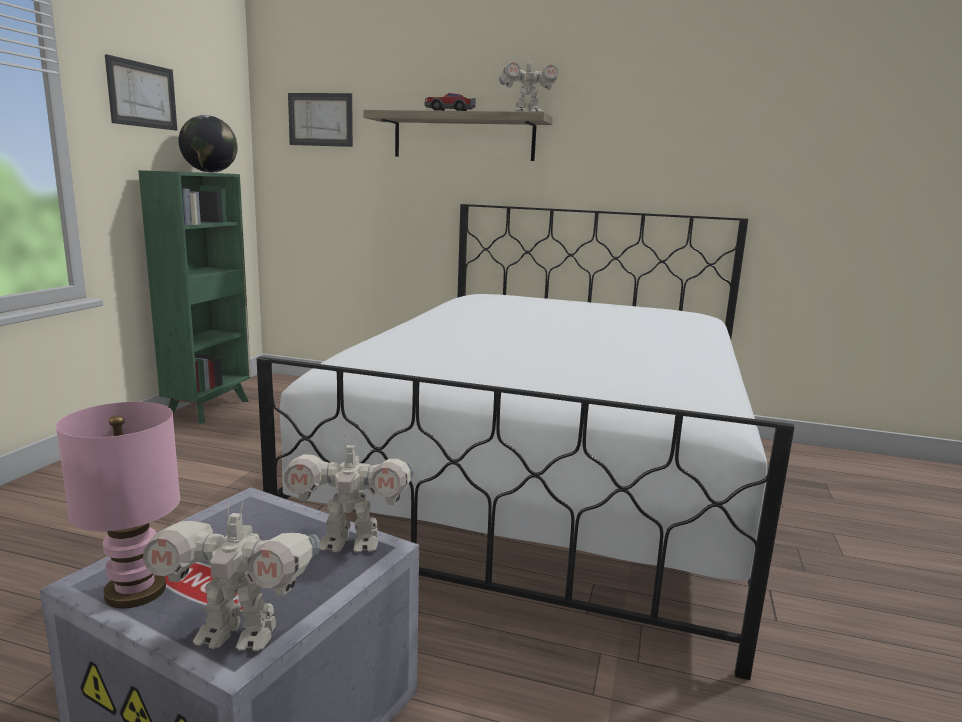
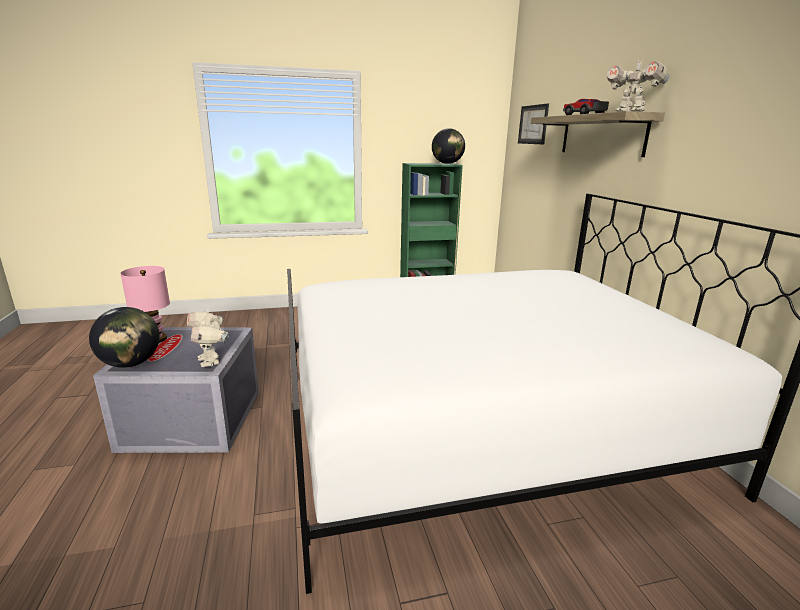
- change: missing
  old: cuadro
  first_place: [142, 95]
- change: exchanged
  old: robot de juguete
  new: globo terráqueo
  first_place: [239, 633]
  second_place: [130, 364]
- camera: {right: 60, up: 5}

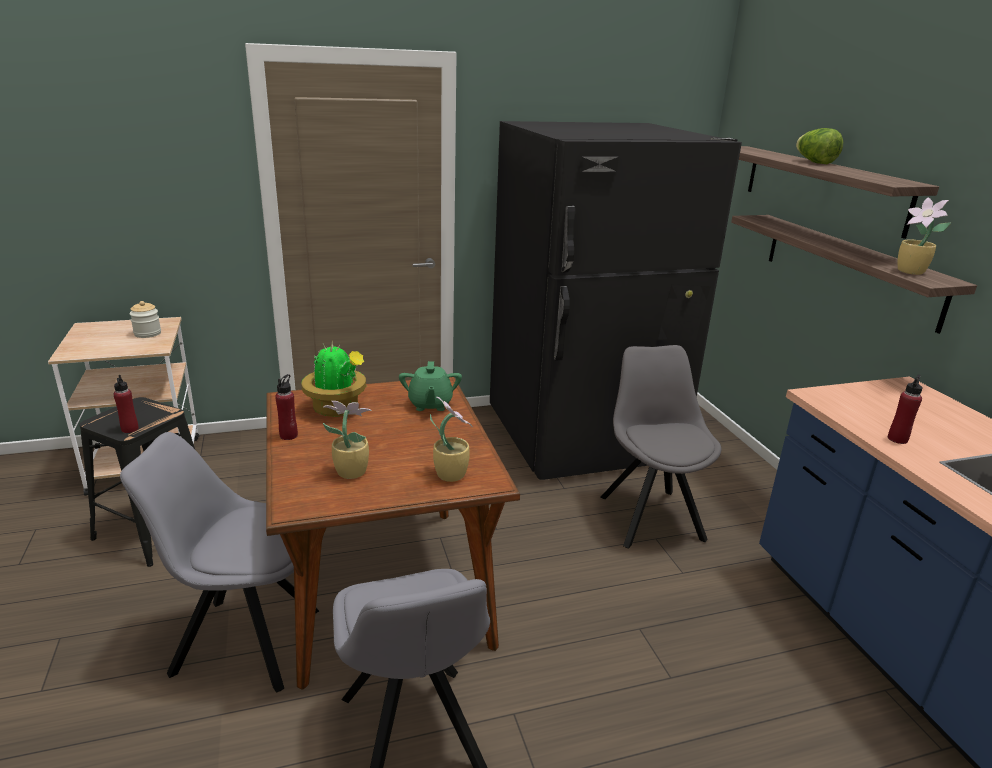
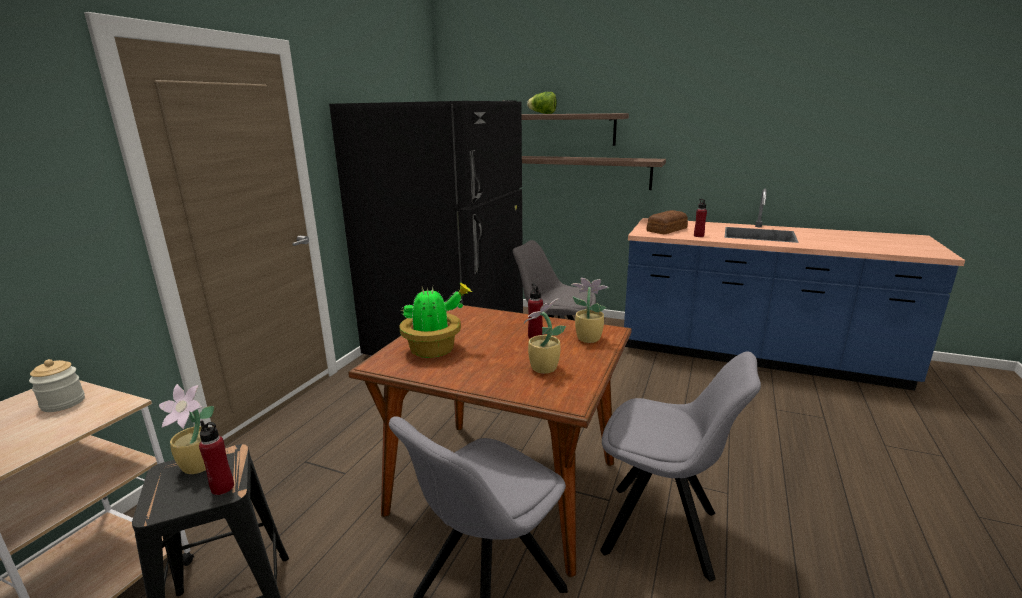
- change: relocated
  old: planta en maceta
  first_place: [911, 272]
  second_place: [200, 466]
- change: missing
  old: tetera/verde
  first_place: [430, 404]
- change: relocated
  old: botella/rojo
  first_place: [288, 435]
  second_place: [535, 336]
- change: appeared
  new: pan
  second_place: [665, 230]
- camera: {right: -50, up: -5}

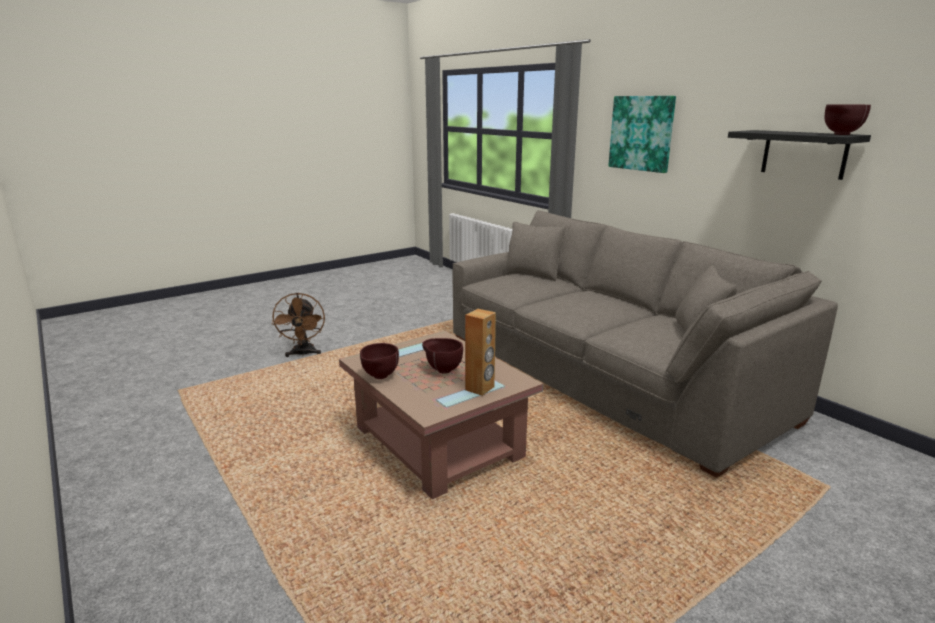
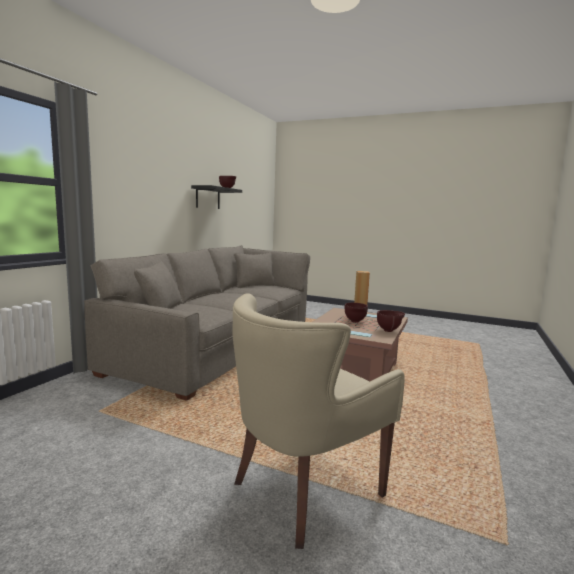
- change: missing
  old: cuadro
  first_place: [641, 133]
- change: exchanged
  old: ventilador/marrón
  new: sillón/beis
  first_place: [303, 354]
  second_place: [304, 489]
- camera: {right: -120, up: -10}

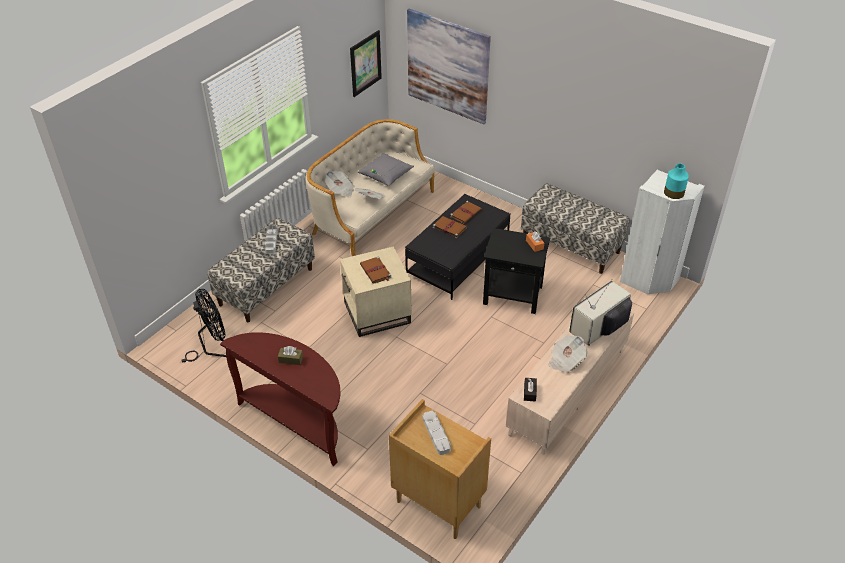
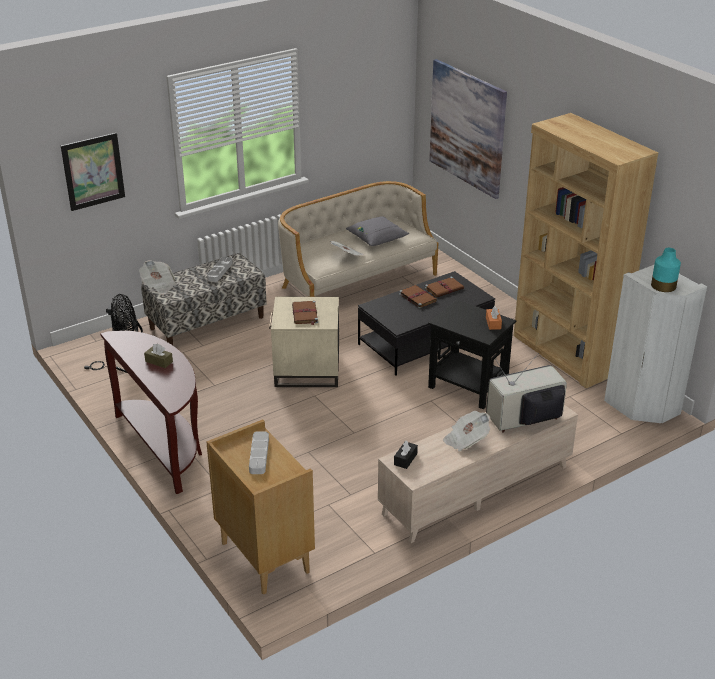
- change: relocated
  old: cuadro
  first_place: [365, 63]
  second_place: [93, 171]
- change: relocated
  old: periódico
  first_place: [340, 190]
  second_place: [158, 285]
- change: exchanged
  old: banco
  new: estantería/marrón
  first_place: [571, 245]
  second_place: [566, 354]
- camera: {right: 20, up: -10}

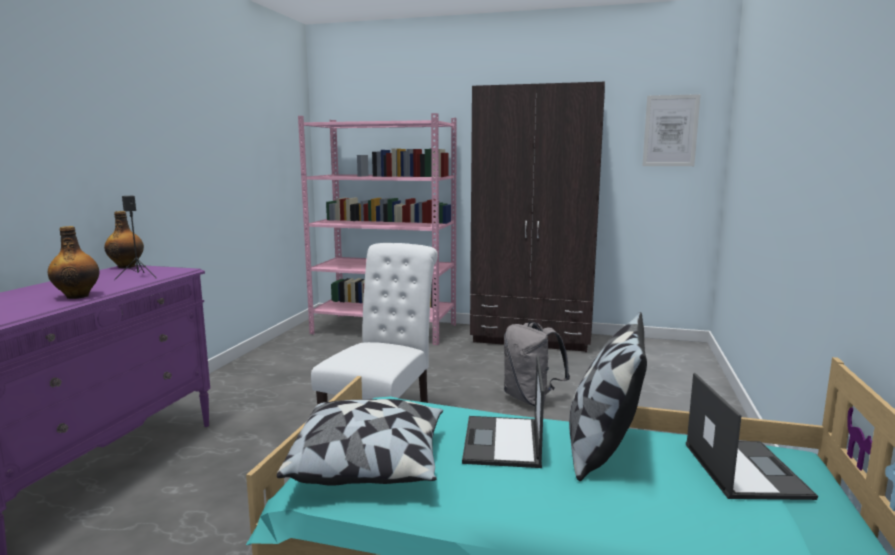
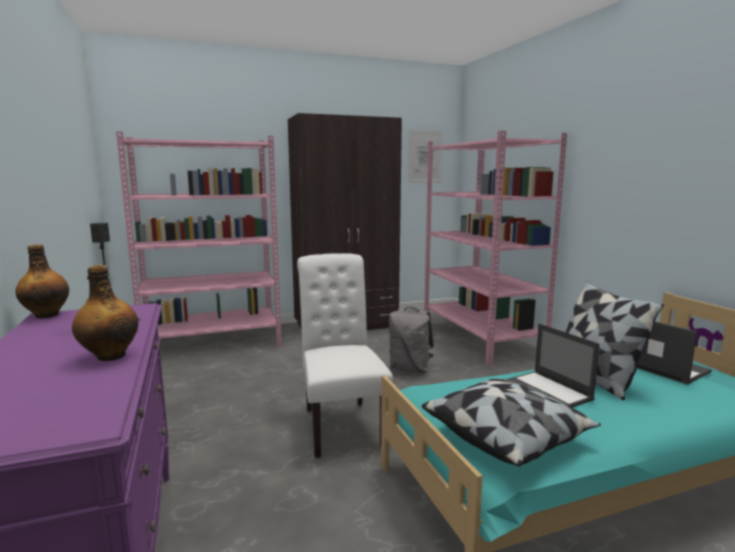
- change: appeared
  new: estantería/rosa
  second_place: [480, 338]
- camera: {right: -35, up: 0}

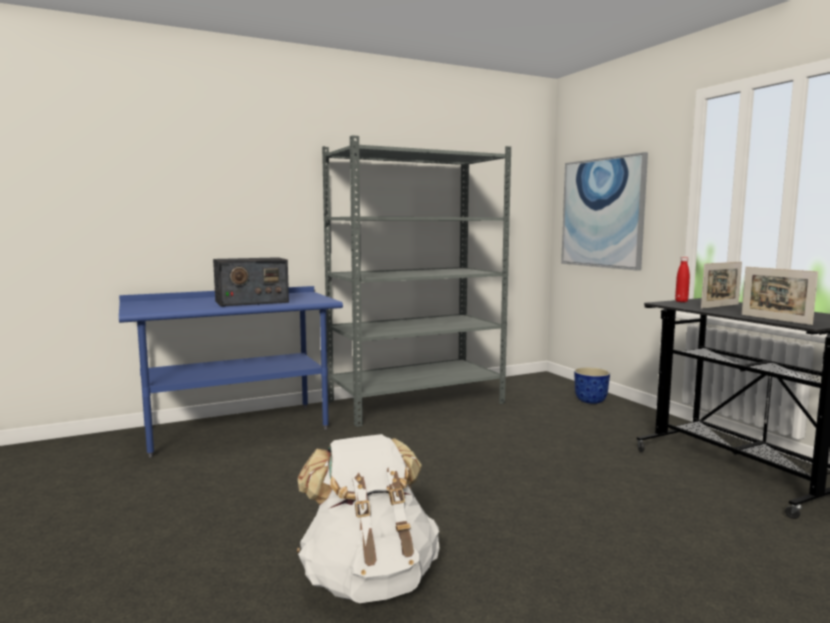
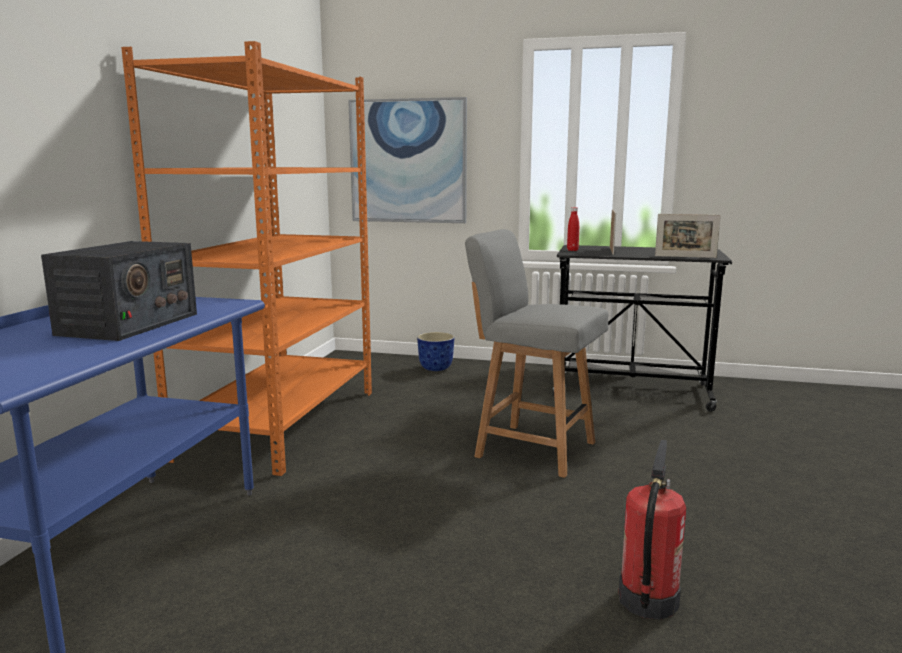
- change: colour
  old: estantería/gris
  new: estantería/naranja
  first_place: [416, 402]
  second_place: [282, 423]
- change: exchanged
  old: mochila/blanco
  new: extintor
  first_place: [369, 579]
  second_place: [647, 601]
- change: appeared
  new: silla/gris
  second_place: [533, 448]
- camera: {right: -50, up: 5}

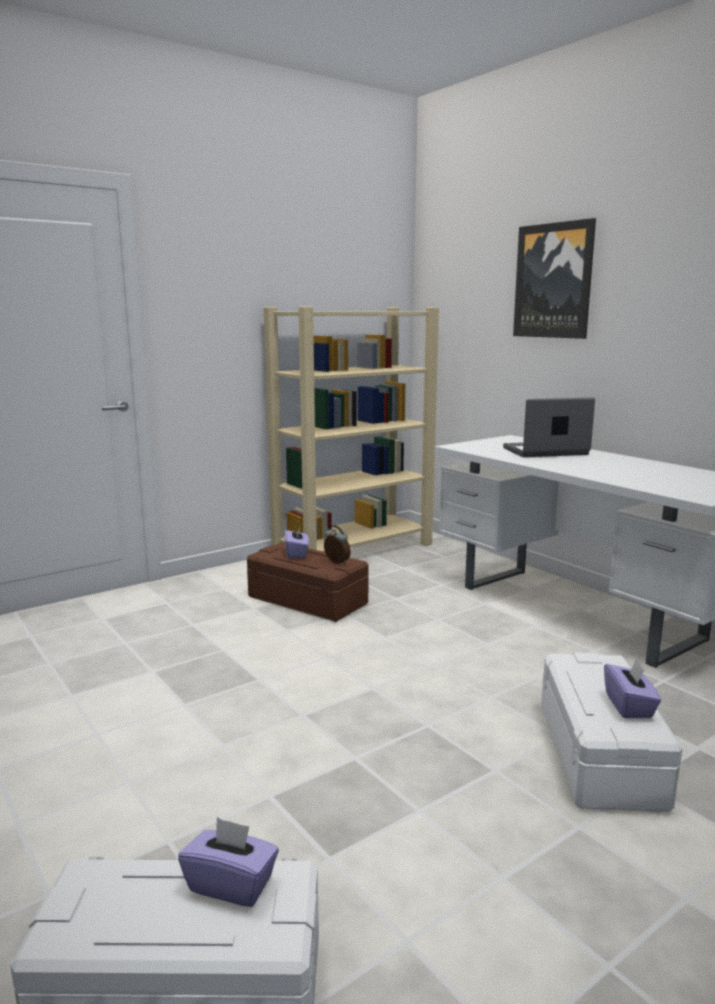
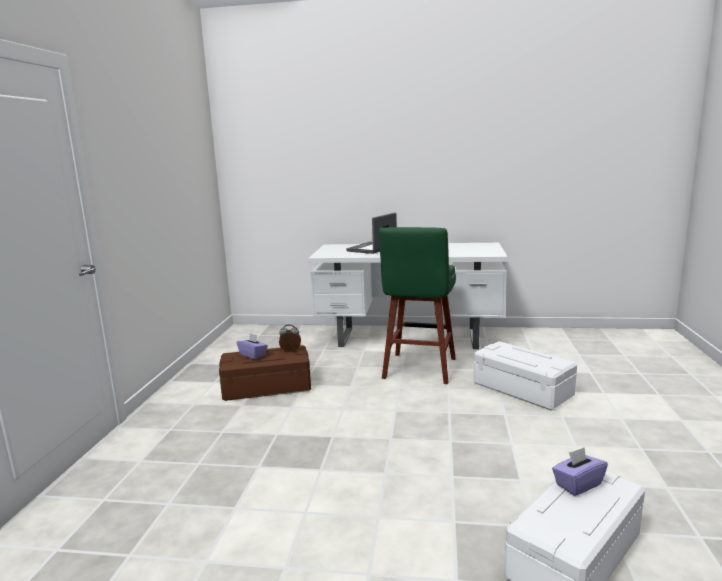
- change: missing
  old: cuadro
  first_place: [553, 281]
- change: missing
  old: estantería/beis
  first_place: [353, 550]
- change: missing
  old: caja de pañuelos/morado
  first_place: [629, 706]
- change: appeared
  new: taburete/verde
  second_place: [419, 369]
- camera: {right: -45, up: 0}

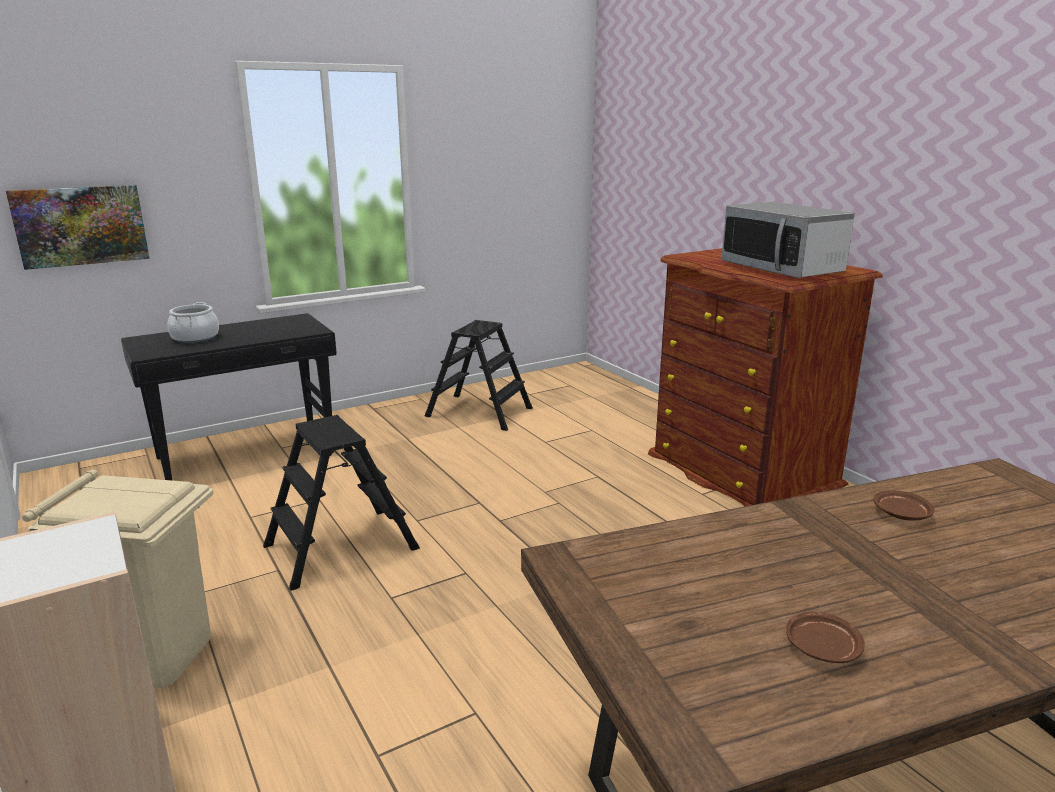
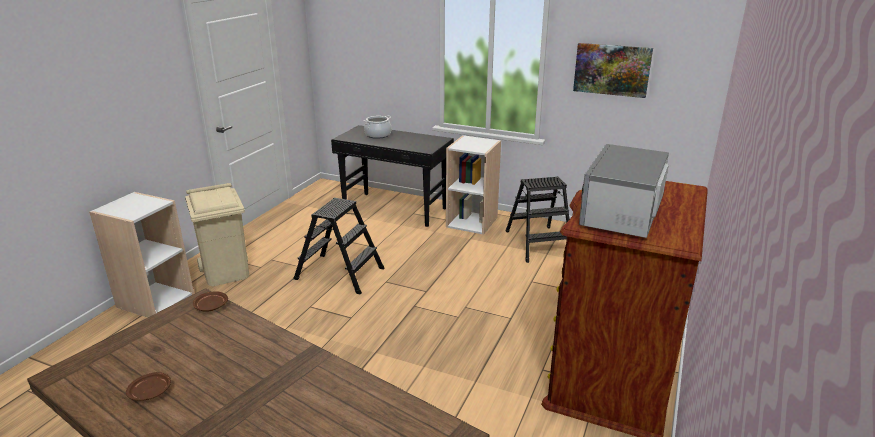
- change: relocated
  old: cuadro
  first_place: [81, 225]
  second_place: [612, 69]
- change: relocated
  old: plato/marrón
  first_place: [901, 514]
  second_place: [211, 306]
- change: appeared
  new: estantería
  second_place: [472, 222]
- camera: {right: 55, up: 5}

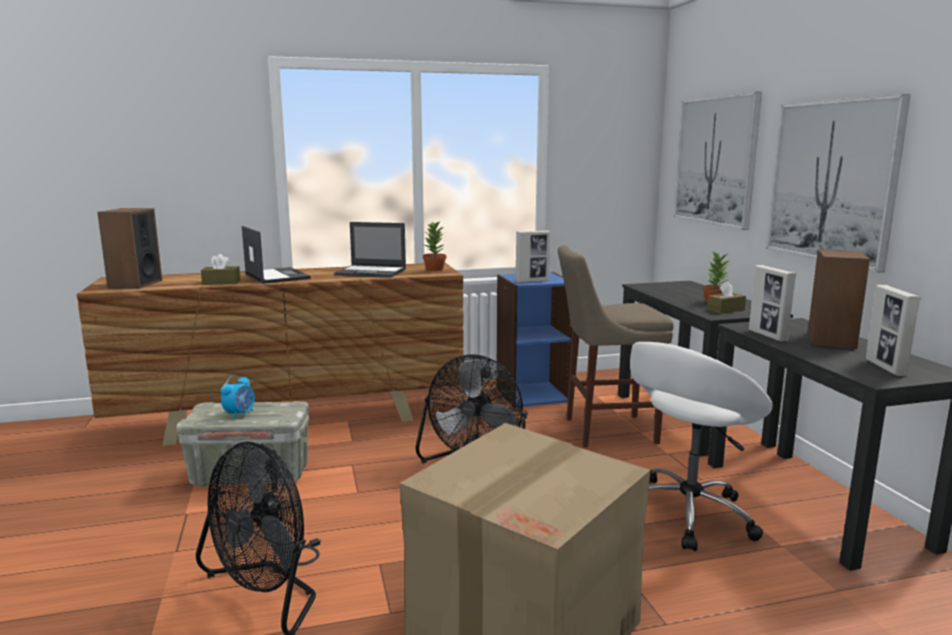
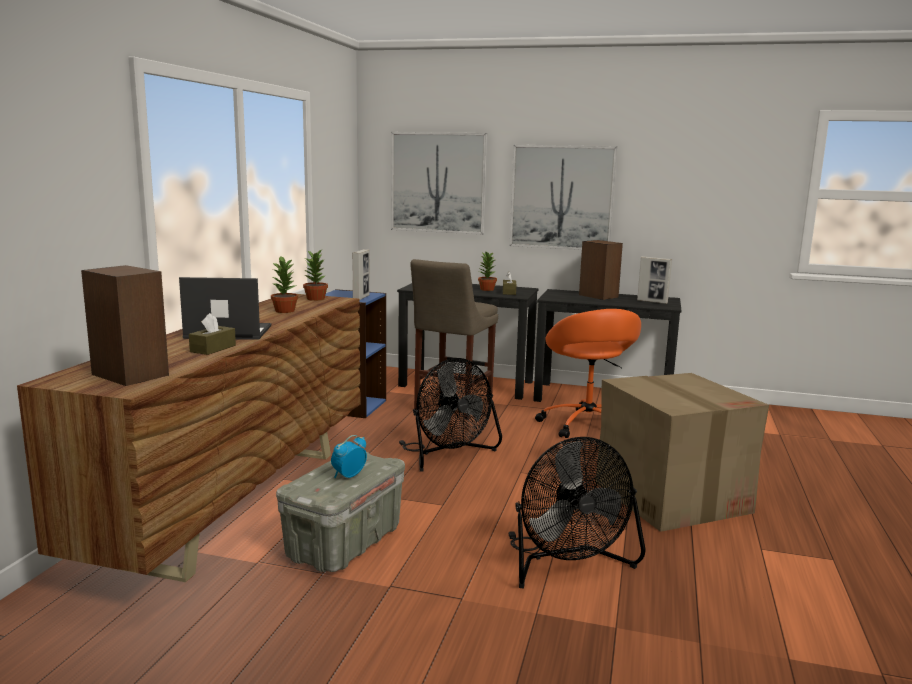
- change: exchanged
  old: portátil
  new: planta en maceta
  first_place: [372, 272]
  second_place: [285, 311]
- change: missing
  old: portarretratos
  first_place: [767, 335]
- change: colour
  old: silla de oficina/blanco
  new: silla de oficina/naranja
  first_place: [685, 515]
  second_place: [587, 426]
- change: spun
  old: despertador
  first_place: [240, 414]
  second_place: [348, 476]
  degrees: -105
- camera: {right: -60, up: 0}

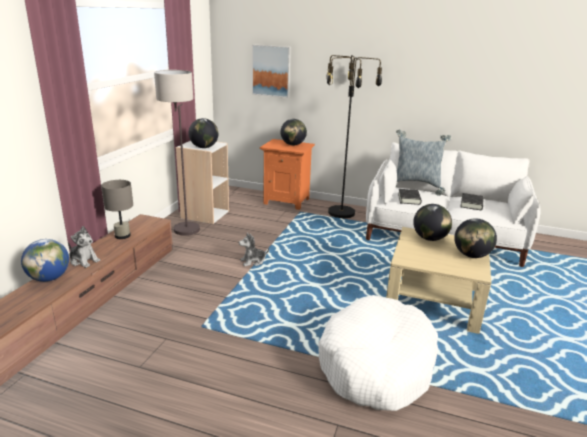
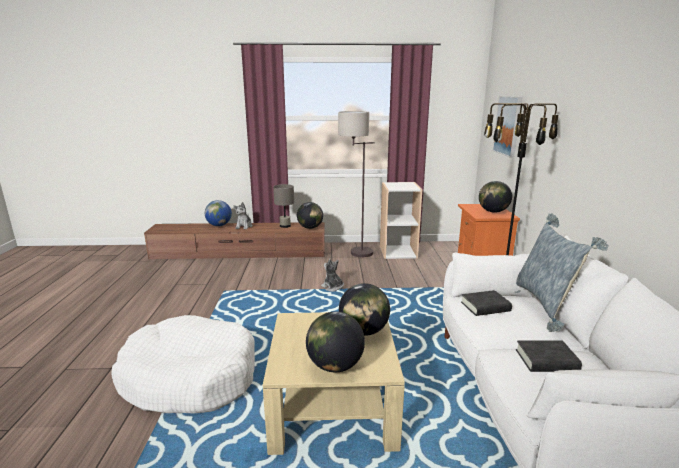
- change: relocated
  old: globo terráqueo
  first_place: [204, 147]
  second_place: [310, 228]
- camera: {right: 70, up: -5}

